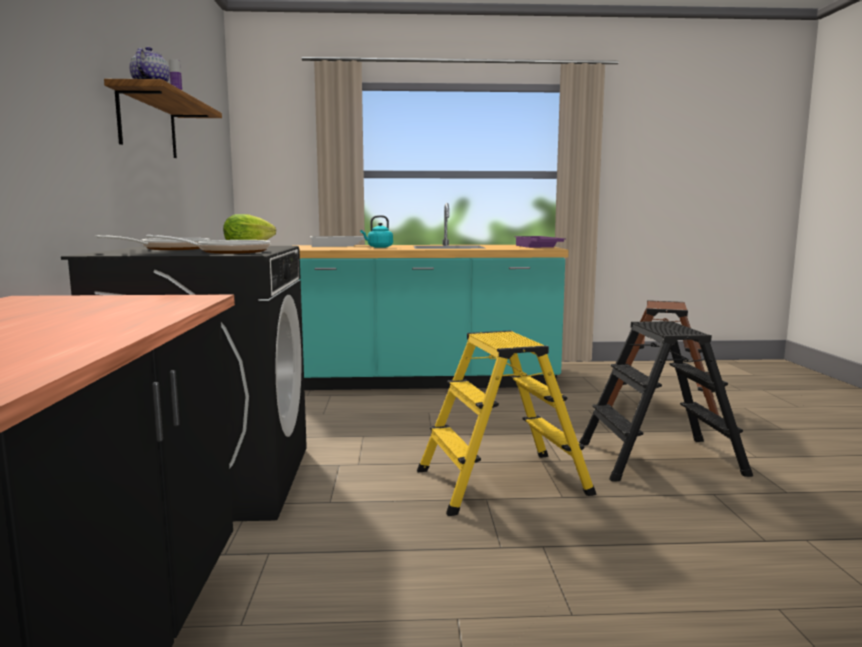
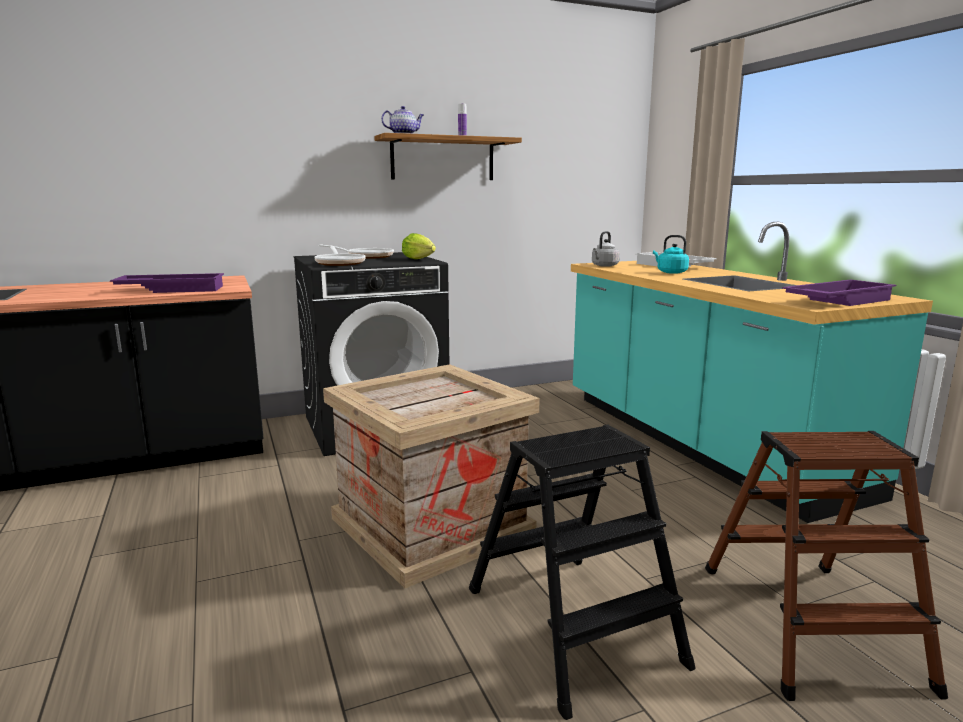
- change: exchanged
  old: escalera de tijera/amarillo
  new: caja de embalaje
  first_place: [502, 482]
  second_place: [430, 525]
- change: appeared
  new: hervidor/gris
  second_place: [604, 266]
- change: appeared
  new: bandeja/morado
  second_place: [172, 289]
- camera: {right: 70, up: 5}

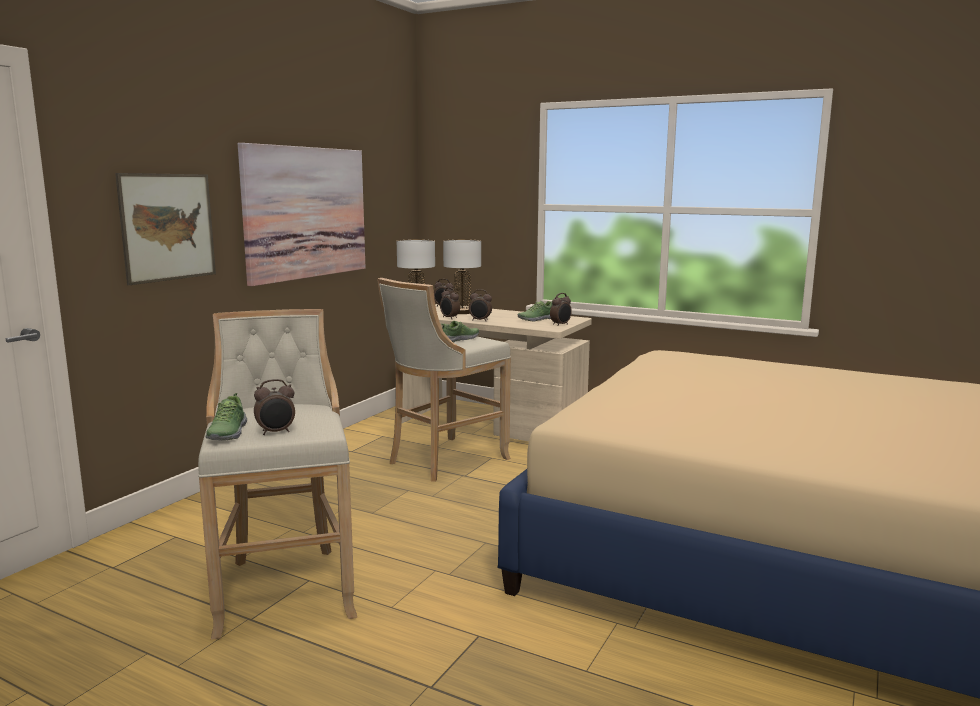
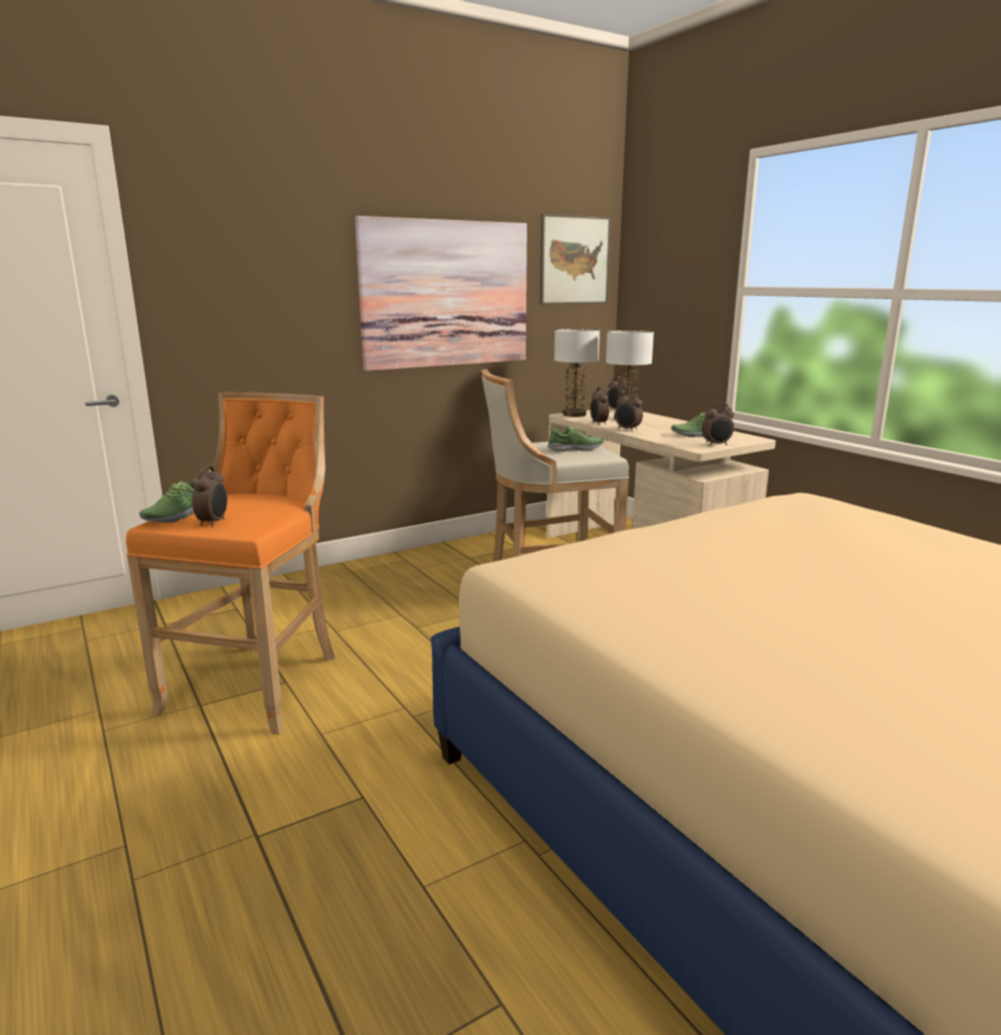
- change: relocated
  old: cuadro
  first_place: [168, 227]
  second_place: [575, 260]
- change: colour
  old: taburete/beis
  new: taburete/naranja
  first_place: [285, 587]
  second_place: [260, 682]
- change: spun
  old: despertador
  first_place: [276, 432]
  second_place: [214, 522]
  degrees: -90
- camera: {right: 30, up: 5}

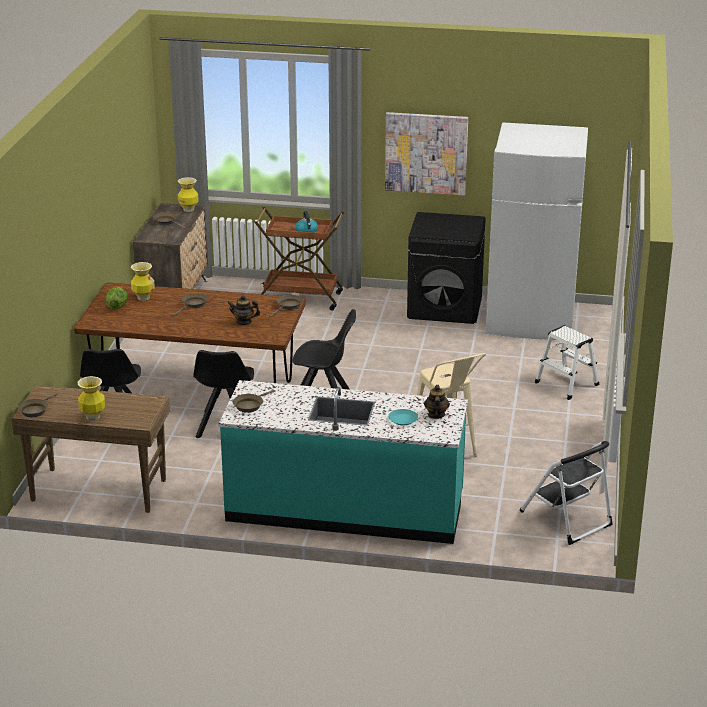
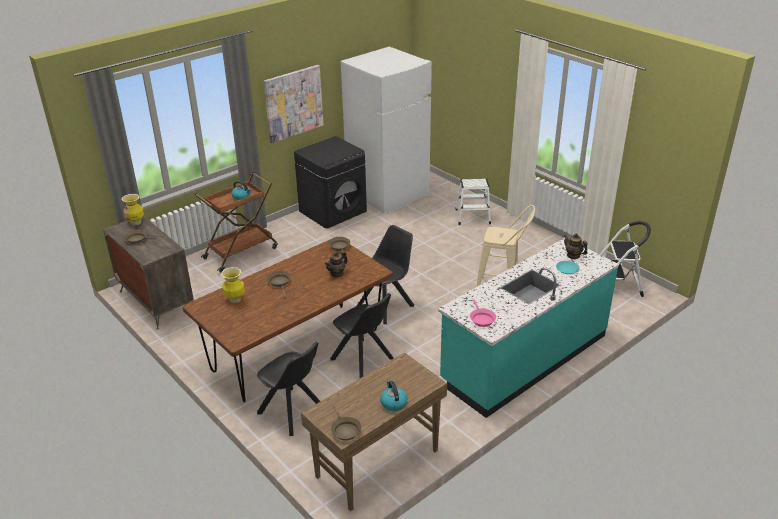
- change: missing
  old: lechuga
  first_place: [117, 306]
- change: exchanged
  old: florero
  new: hervidor
  first_place: [92, 417]
  second_place: [393, 403]
- change: colour
  old: sartén/marrón
  new: sartén/rosa
  first_place: [250, 405]
  second_place: [481, 319]
- camera: {right: -50, up: 5}

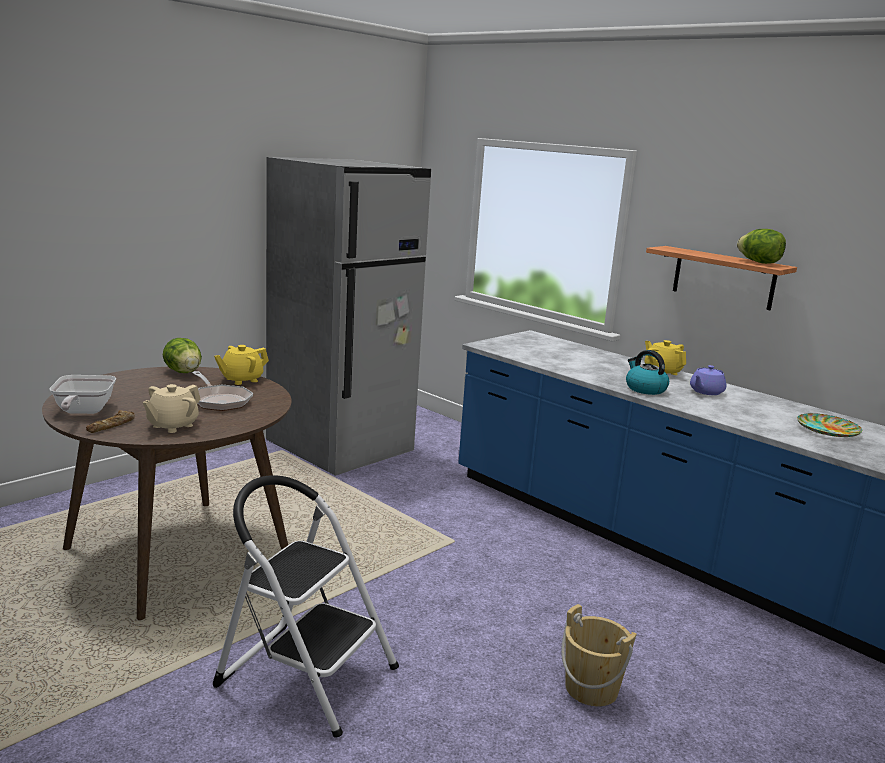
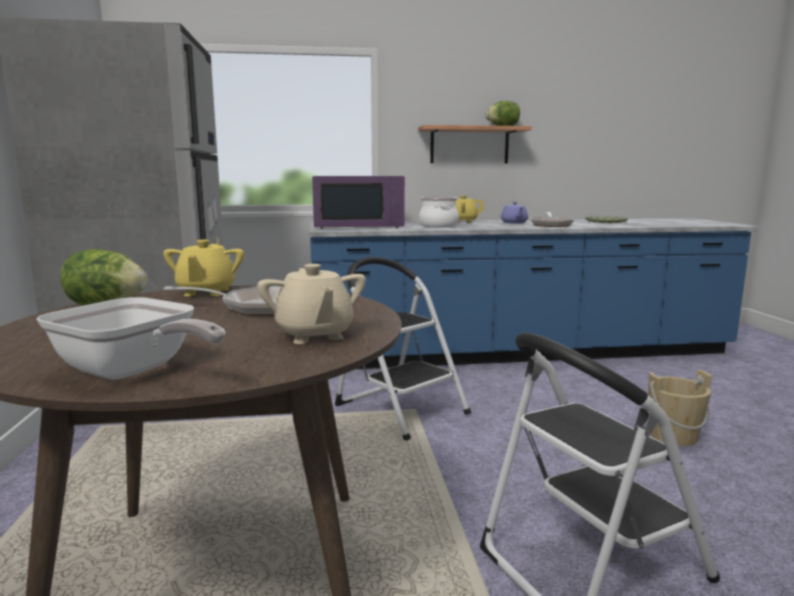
- change: missing
  old: hervidor
  first_place: [645, 389]
- change: missing
  old: pan
  first_place: [112, 426]
- change: appeared
  new: microondas/morado
  second_place: [358, 225]
- change: appeared
  new: olla
  second_place: [438, 225]
- change: appeared
  new: sartén
  second_place: [551, 225]
- change: appeared
  new: escalera de tijera
  second_place: [398, 408]
- camera: {right: -50, up: -5}

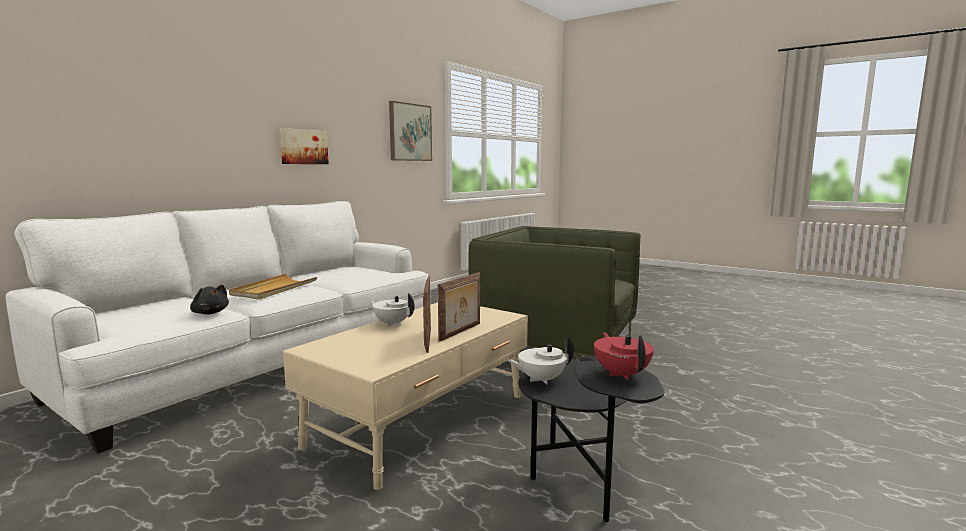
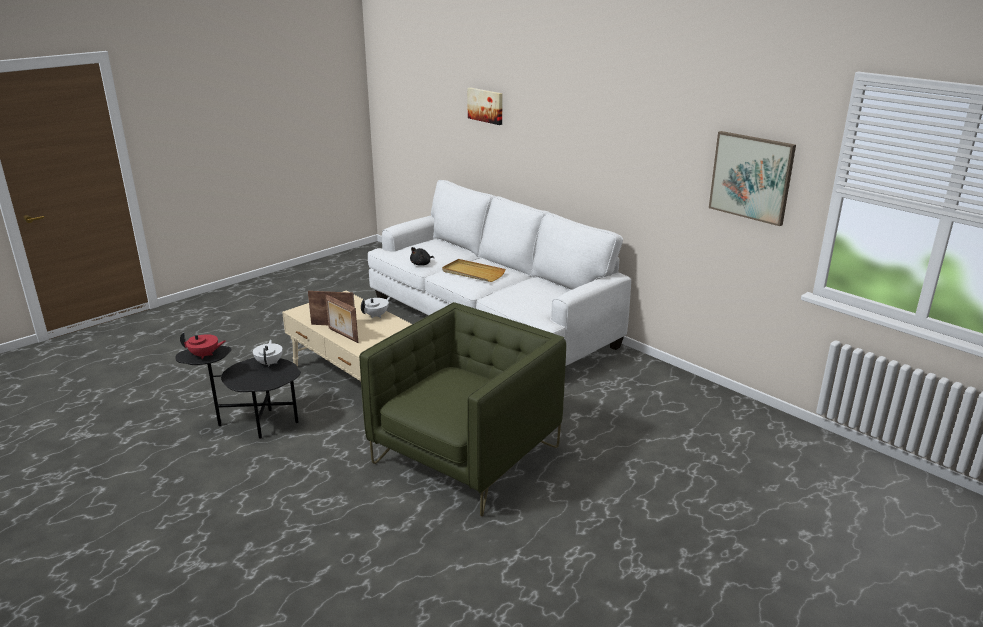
- change: relocated
  old: cuadro
  first_place: [303, 147]
  second_place: [486, 105]
- camera: {right: 100, up: 15}

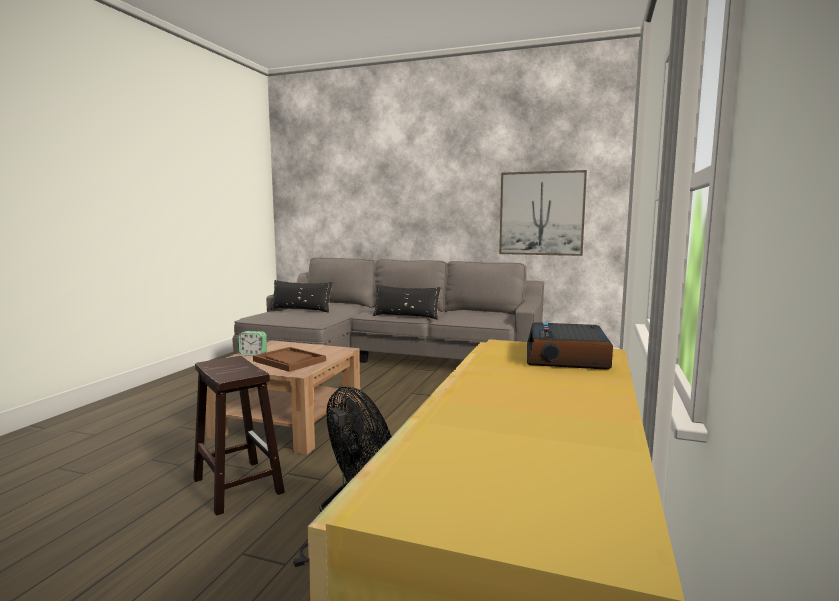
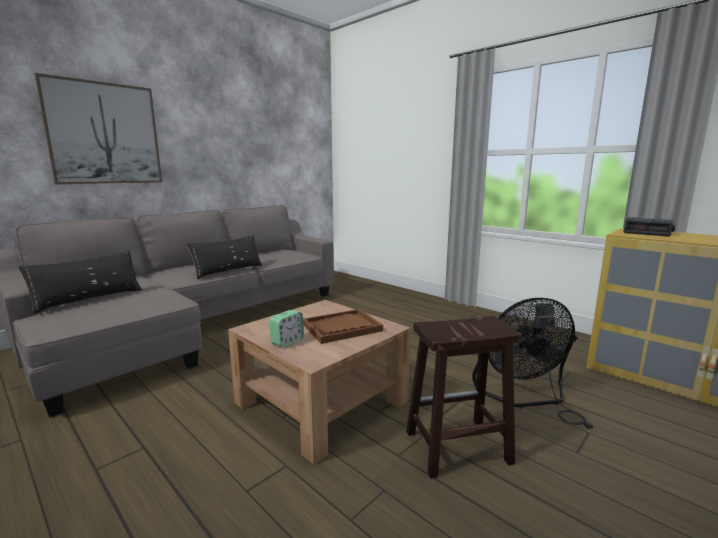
- change: relocated
  old: cuadro
  first_place: [541, 213]
  second_place: [104, 134]
- camera: {right: -65, up: 5}

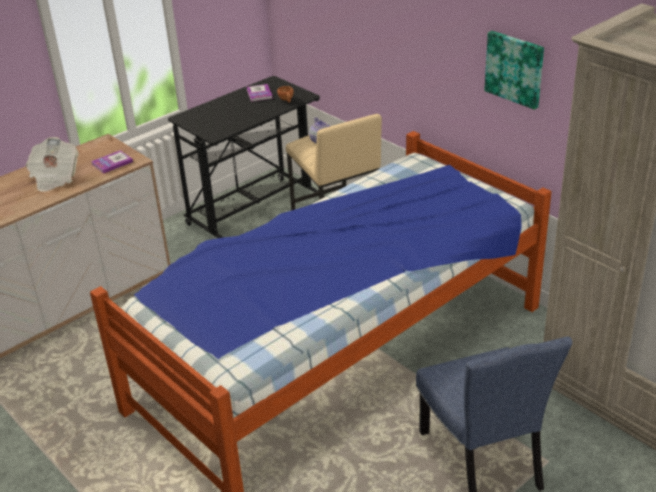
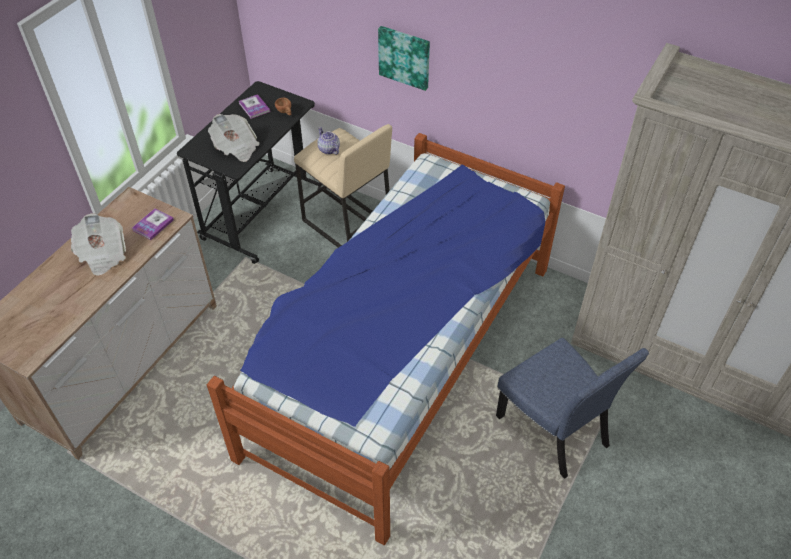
- change: relocated
  old: cuadro
  first_place: [515, 68]
  second_place: [405, 57]
- change: appeared
  new: periódico
  second_place: [236, 147]
- camera: {right: -20, up: 15}

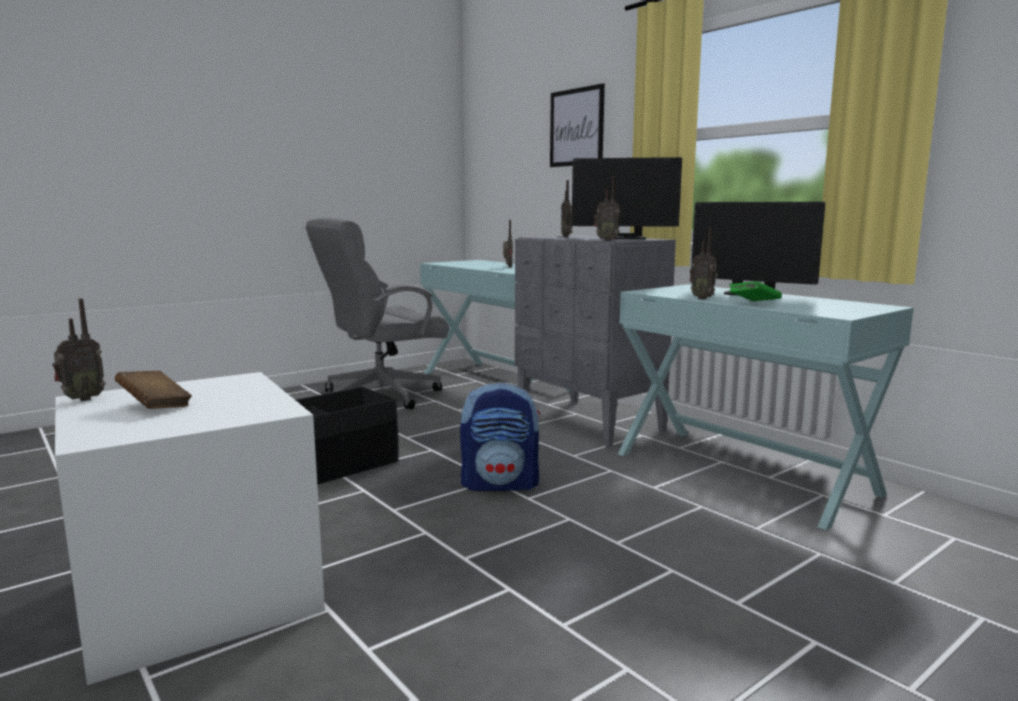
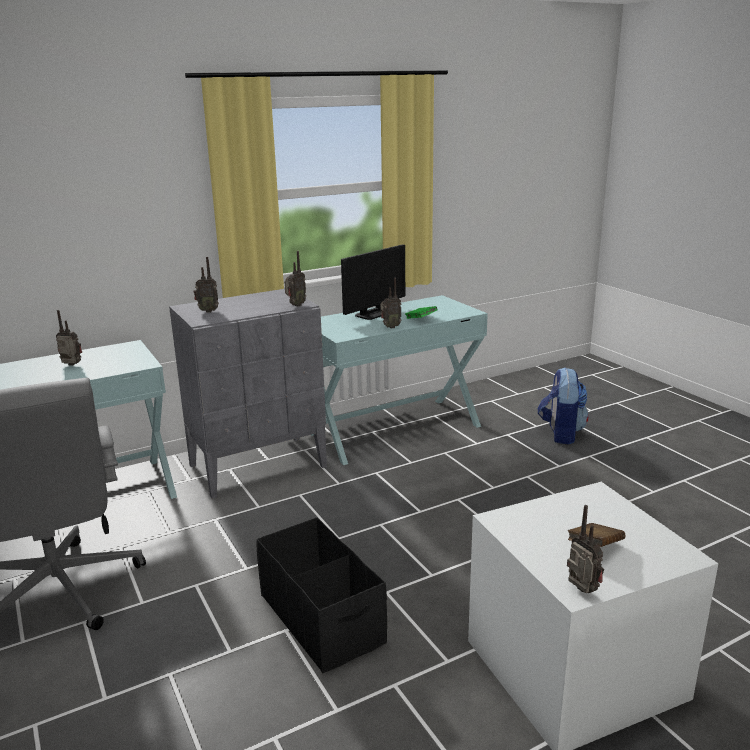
- change: missing
  old: cuadro
  first_place: [576, 127]
- change: missing
  old: monitor
  first_place: [624, 238]
- change: relocated
  old: mochila
  first_place: [500, 484]
  second_place: [561, 433]
- camera: {right: -80, up: 10}

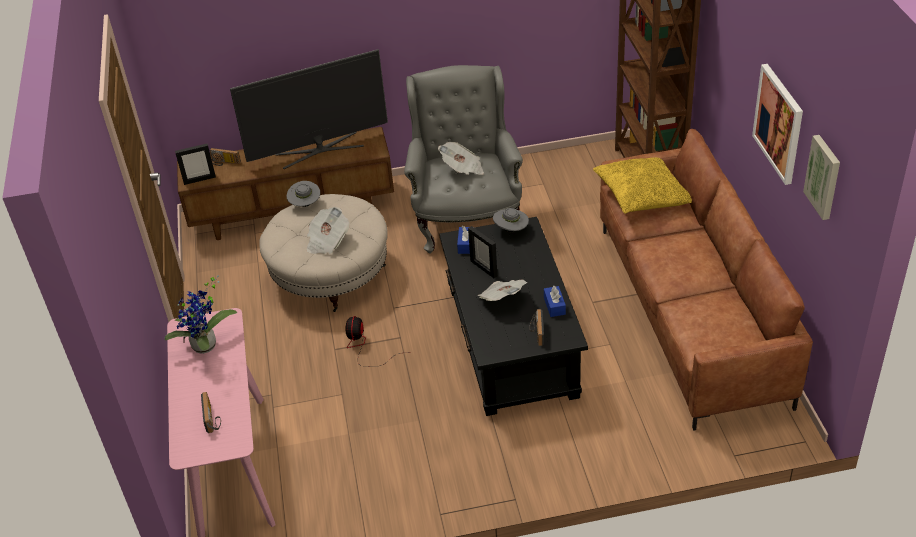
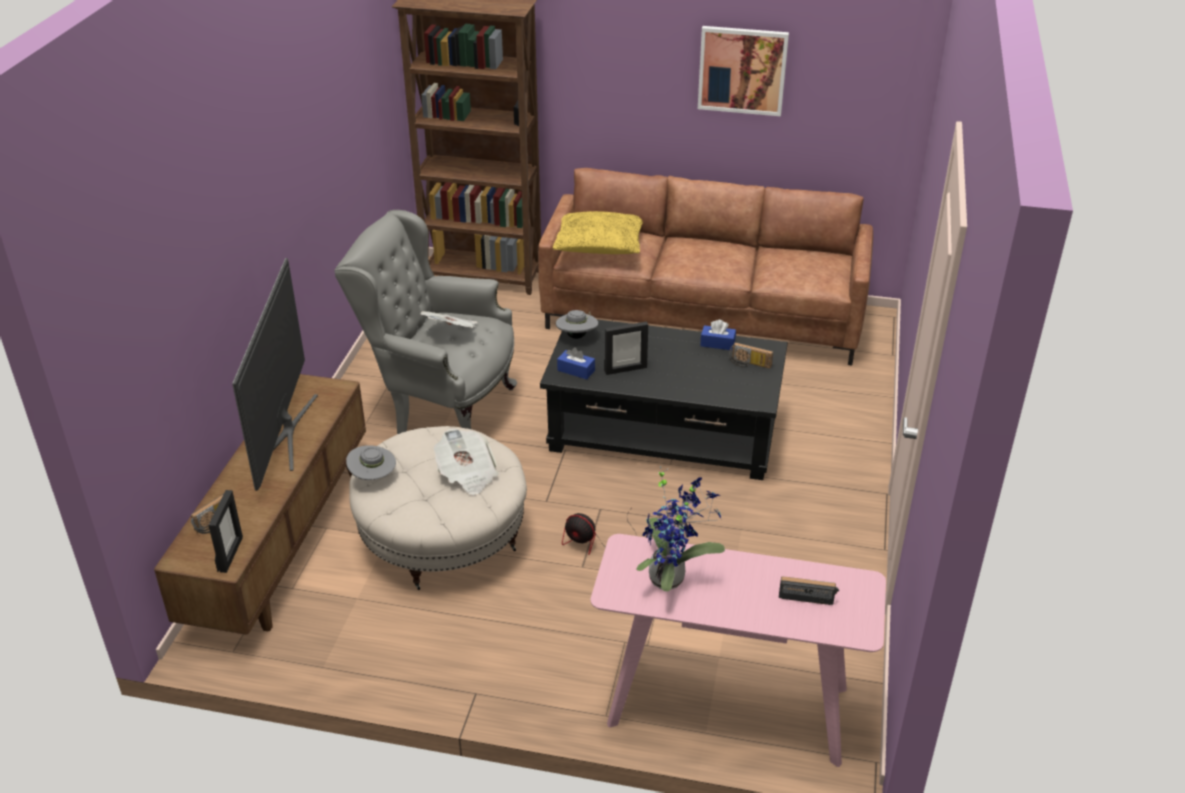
- change: missing
  old: cuadro
  first_place: [824, 177]
- change: missing
  old: periódico
  first_place: [502, 298]
- camera: {right: -70, up: -5}

